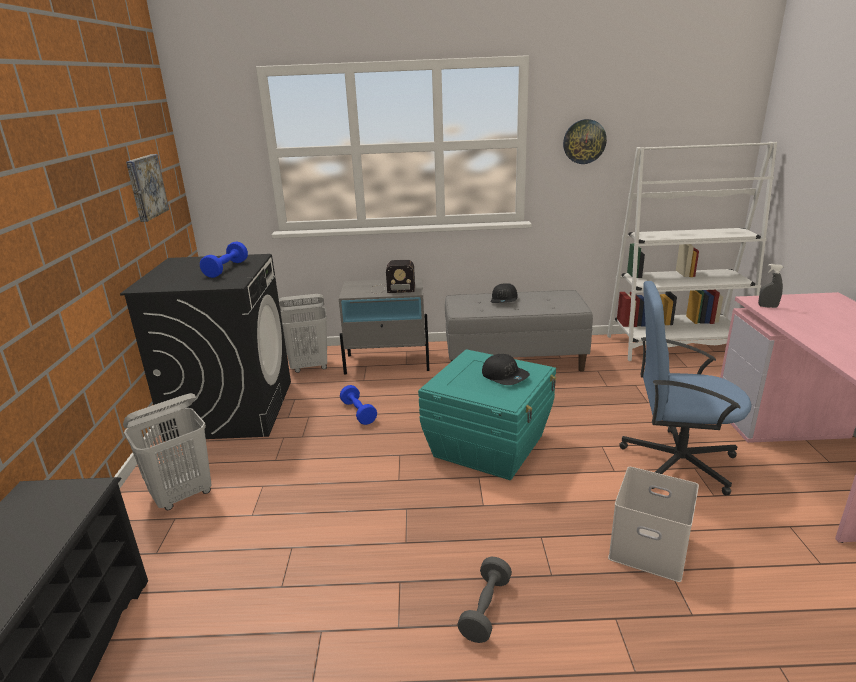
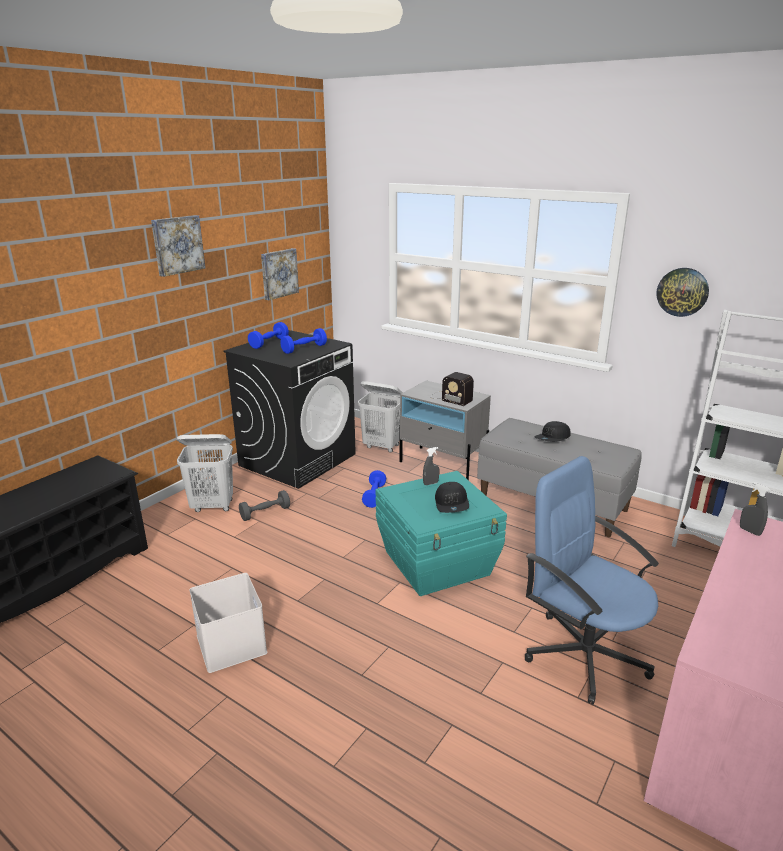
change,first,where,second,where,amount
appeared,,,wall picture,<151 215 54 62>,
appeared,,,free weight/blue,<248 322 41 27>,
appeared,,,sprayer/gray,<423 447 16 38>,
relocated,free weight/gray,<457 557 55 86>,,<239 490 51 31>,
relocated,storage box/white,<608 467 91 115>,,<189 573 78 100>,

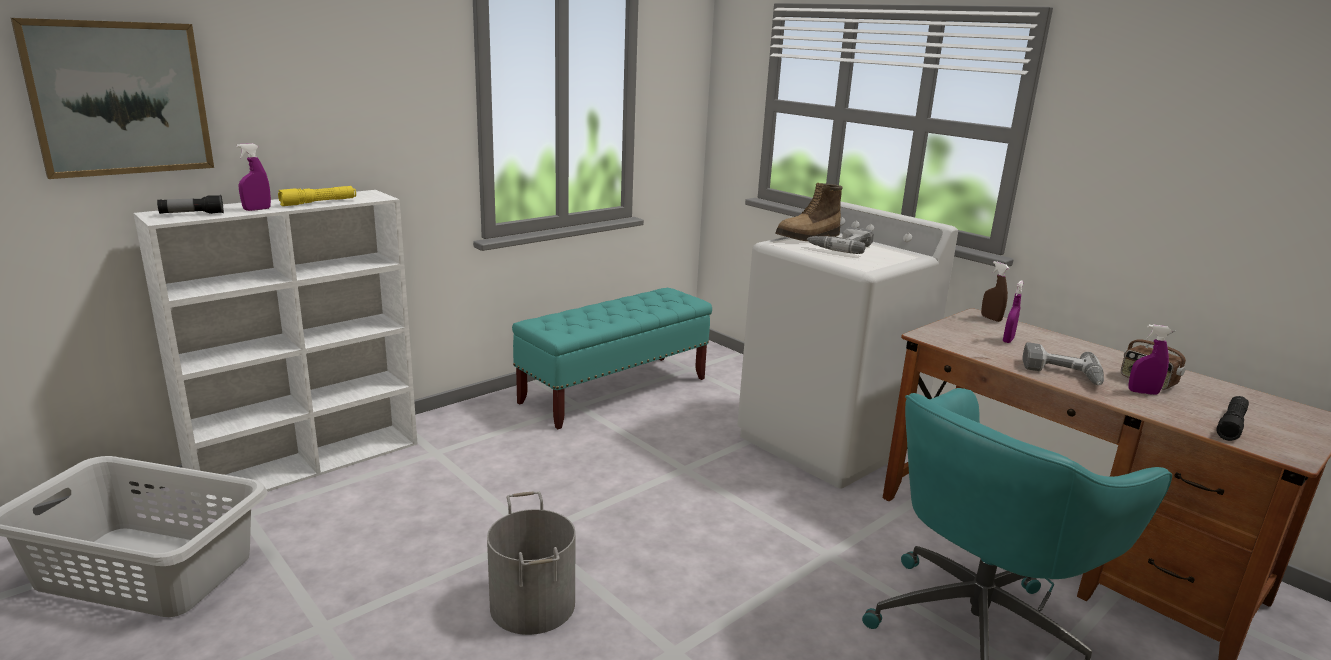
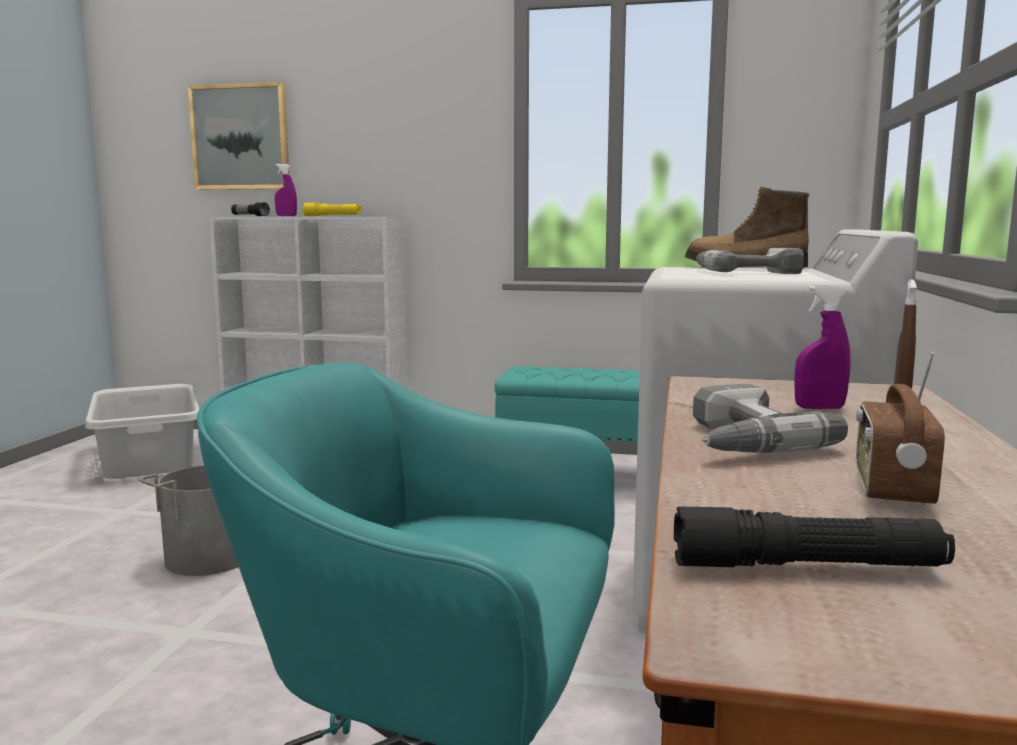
change,first,where,second,where,amount
missing,sprayer/purple,<1128 325 44 70>,,,

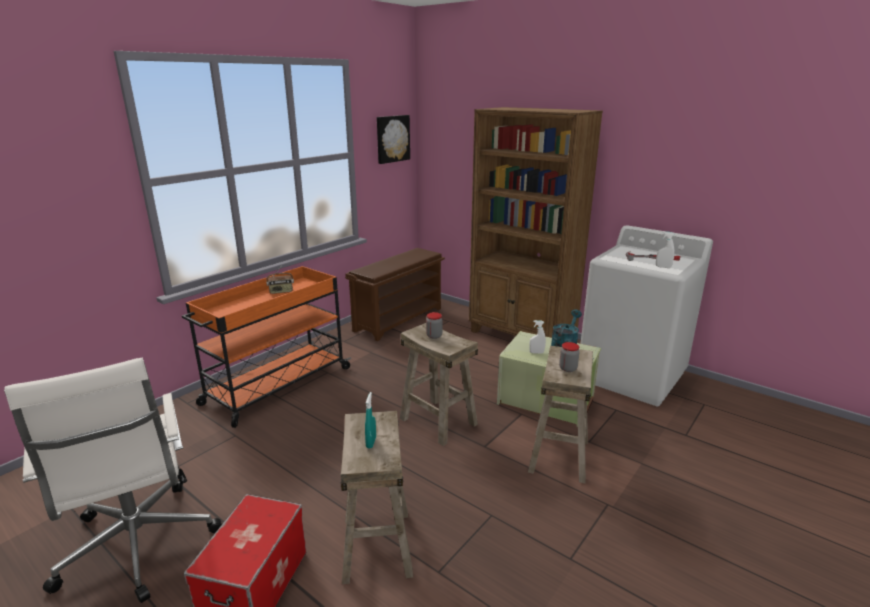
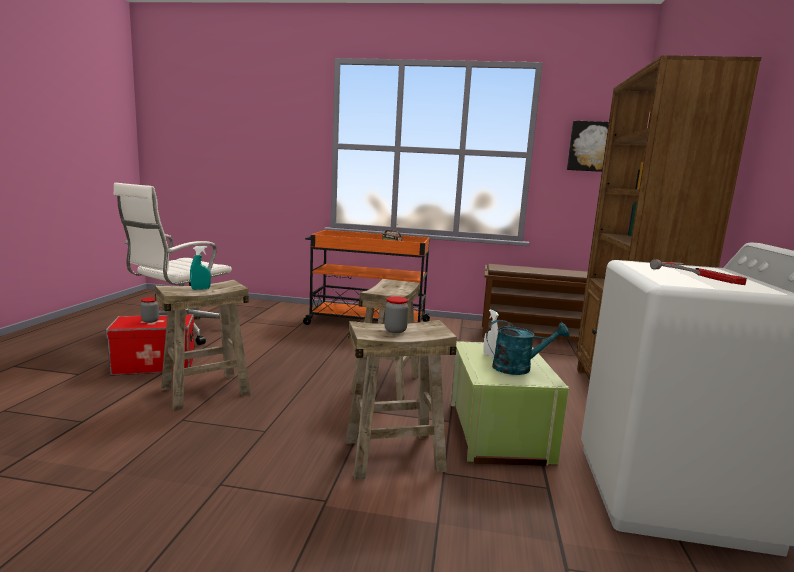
change,first,where,second,where,amount
missing,sprayer/white,<656 231 19 37>,,,
relocated,preserve jar,<426 312 16 27>,,<141 297 18 26>,

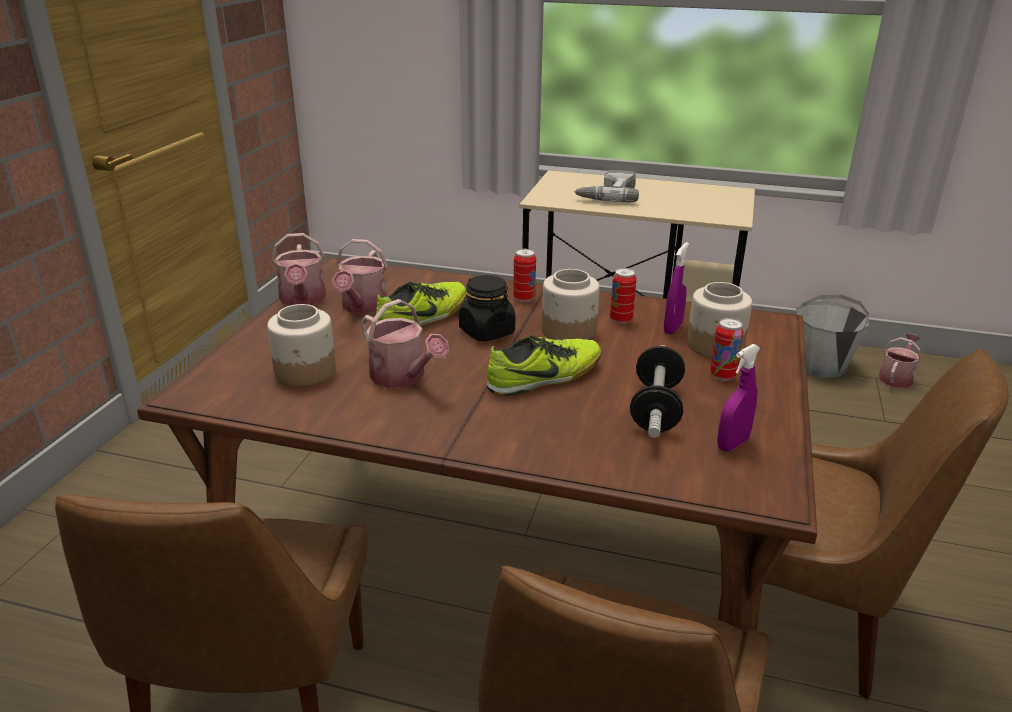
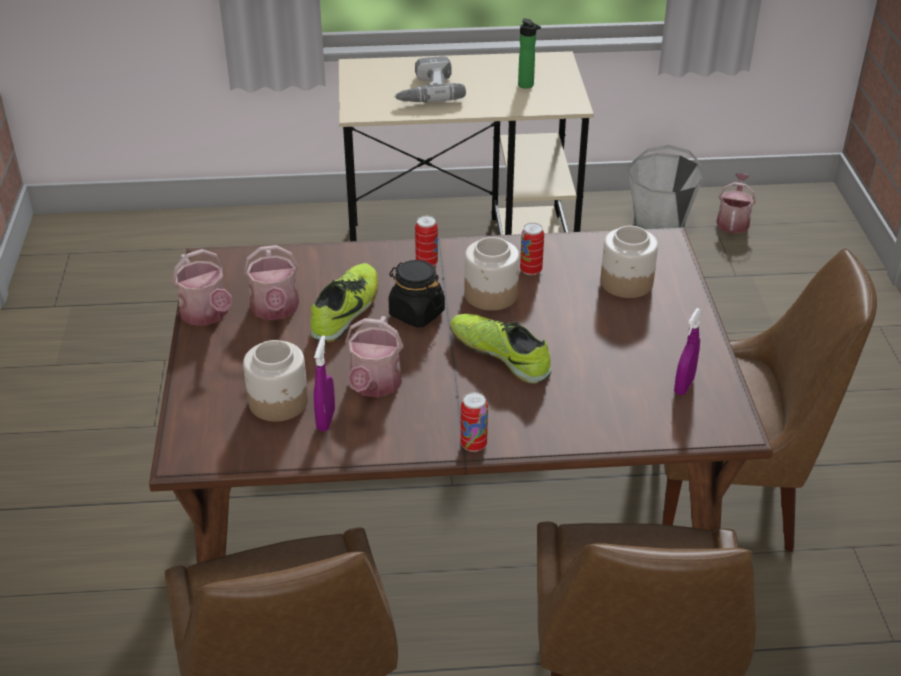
change,first,where,second,where,amount
missing,free weight,<630 345 55 93>,,,
appeared,,,drink bottle,<518 18 23 71>,
relocated,sprayer/purple,<664 242 25 92>,,<314 335 21 96>,
relocated,metal can,<710 318 34 63>,,<461 392 27 60>,
spun,watering pot,<361 299 89 89>,,<345 316 59 81>,75 degrees clockwise
spun,shoe,<487 335 114 61>,,<450 314 102 70>,90 degrees counterclockwise

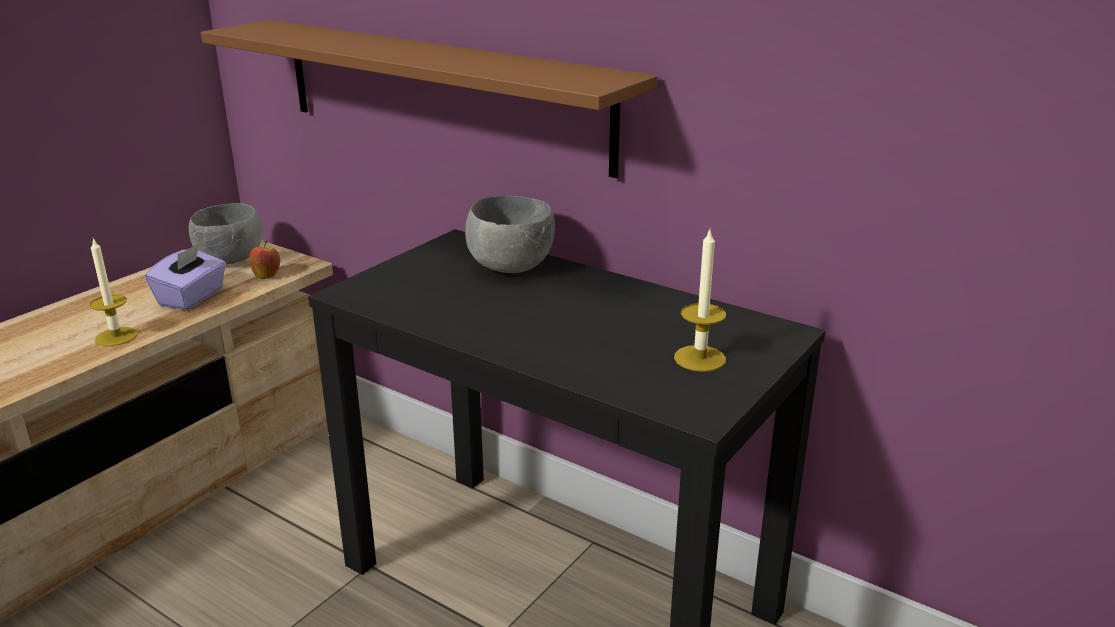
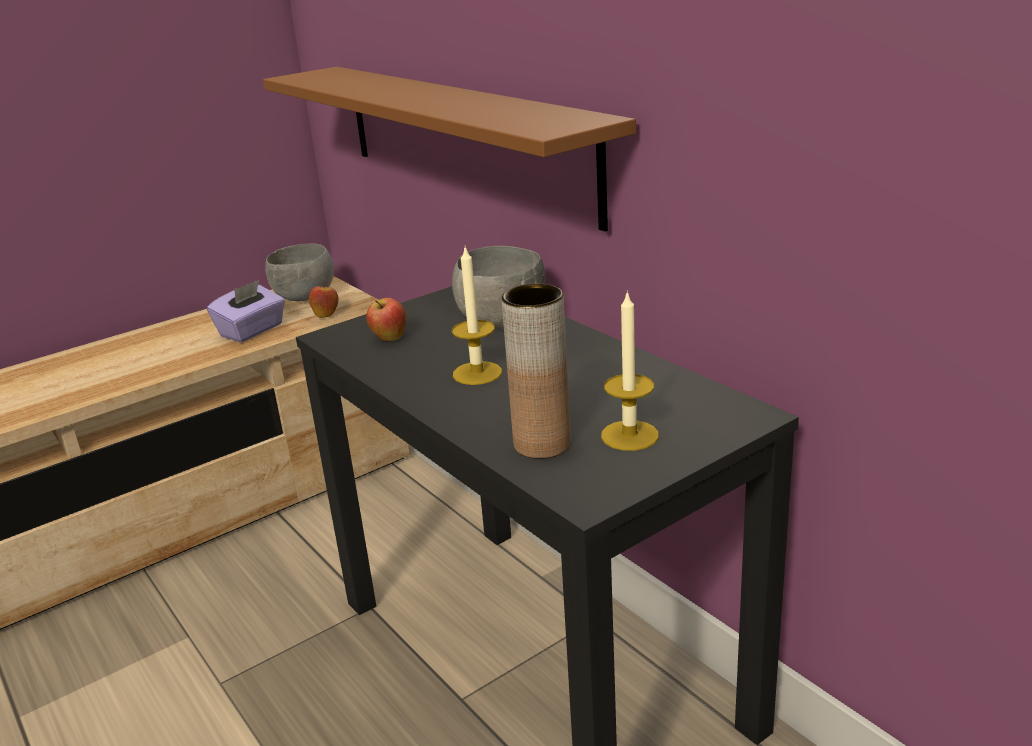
change,first,where,second,where,amount
appeared,,,apple,<366 298 40 43>,
appeared,,,flower vase/brown,<502 284 69 175>,
relocated,wax candle,<90 238 48 108>,,<452 247 50 138>,

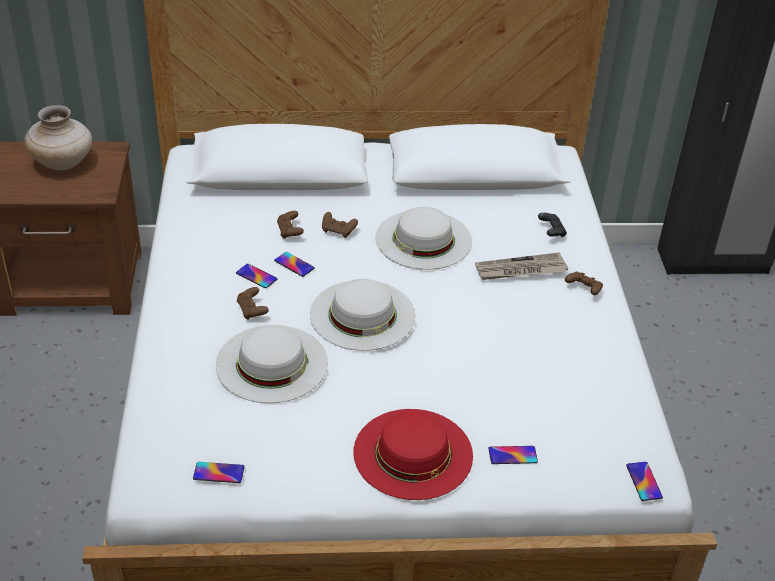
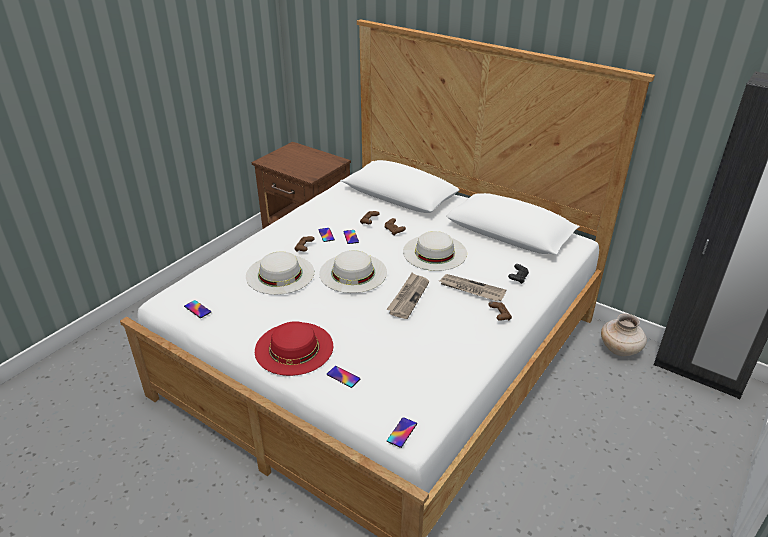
change,first,where,second,where,amount
appeared,,,newspaper,<386 273 43 46>,
relocated,flower vase/sand-coloured,<25 105 67 65>,,<601 314 46 42>,

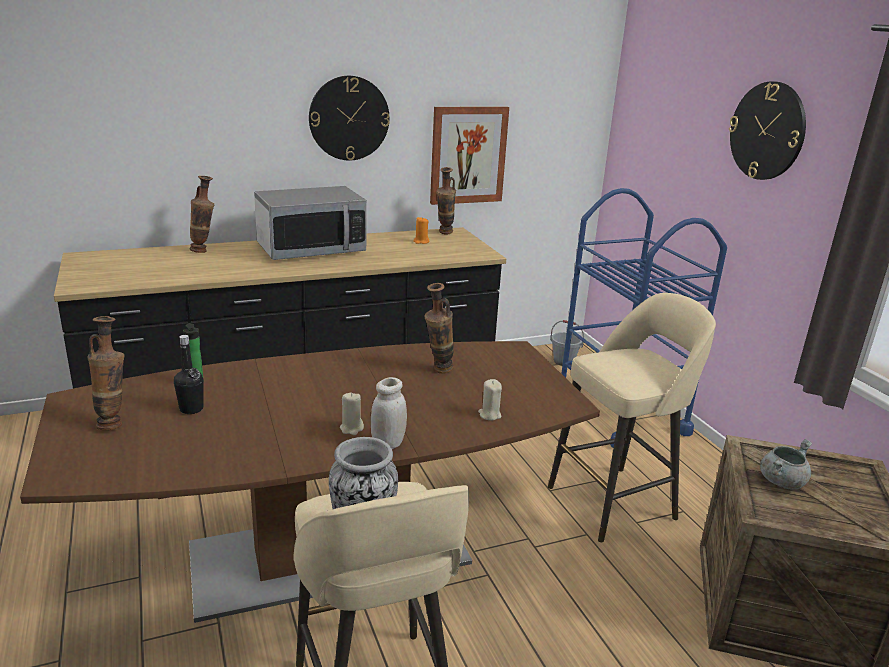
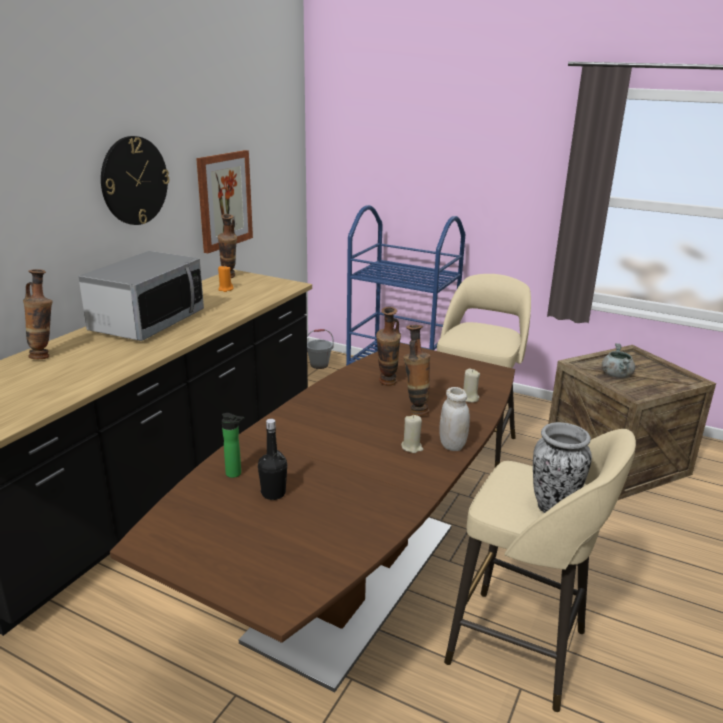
change,first,where,second,where,amount
missing,clock on the wall,<729 82 77 98>,,,
relocated,flower vase,<88 316 36 114>,,<403 325 27 91>,

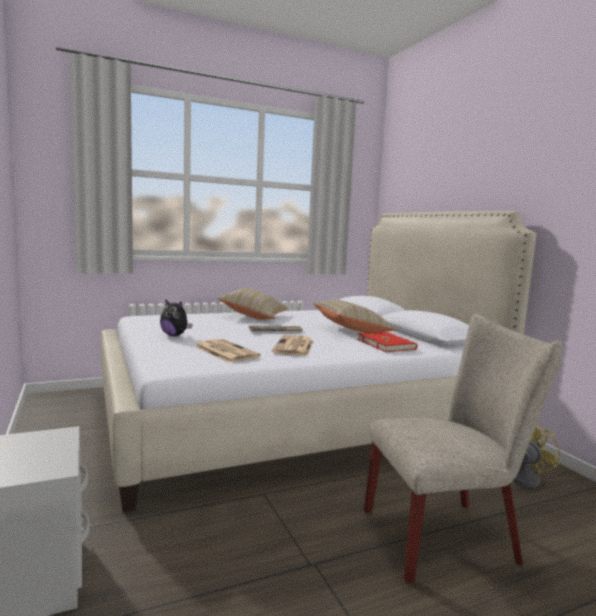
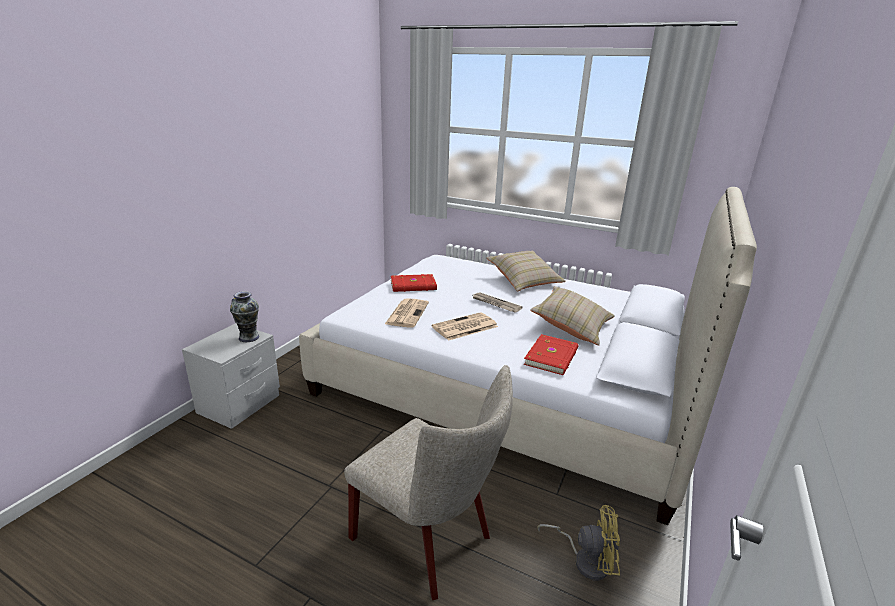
change,first,where,second,where,amount
appeared,,,flower vase,<230 291 29 51>,
exchanged,soft toy,<160 299 33 37>,bound book/reddish,<391 274 46 18>,

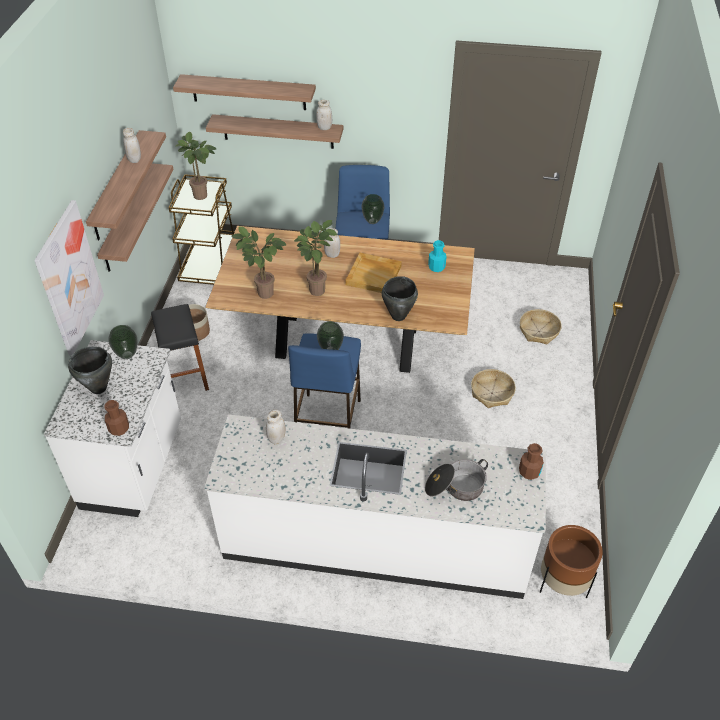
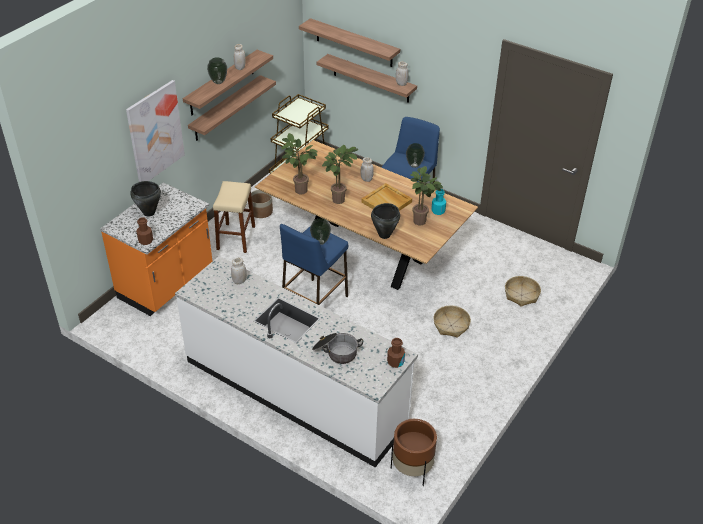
change,first,where,second,where,amount
relocated,flower vase,<109 325 29 34>,,<207 57 20 27>,
relocated,potted plant,<176 132 40 68>,,<410 166 33 60>,
colour,kitchen counter/white,<44 340 137 177>,kitchen counter/orange,<100 182 112 134>,
colour,sitting stool/black-coloured,<151 304 58 87>,sitting stool/sand-coloured,<213 181 42 72>,

